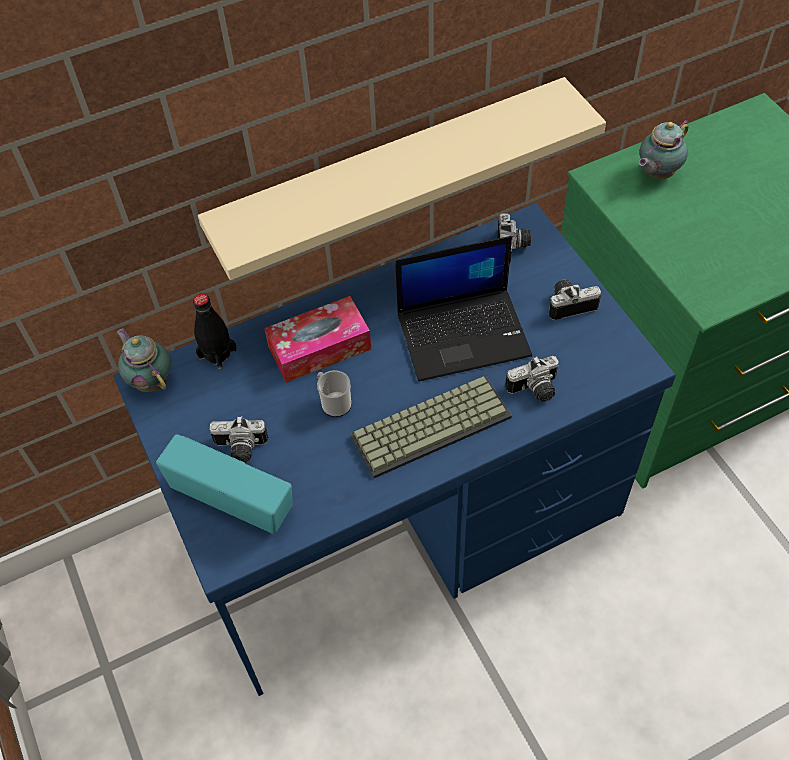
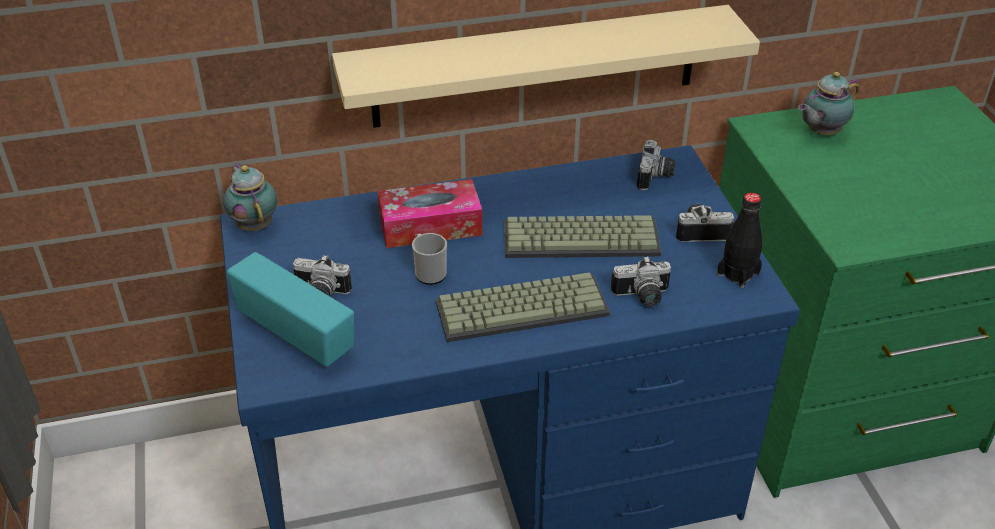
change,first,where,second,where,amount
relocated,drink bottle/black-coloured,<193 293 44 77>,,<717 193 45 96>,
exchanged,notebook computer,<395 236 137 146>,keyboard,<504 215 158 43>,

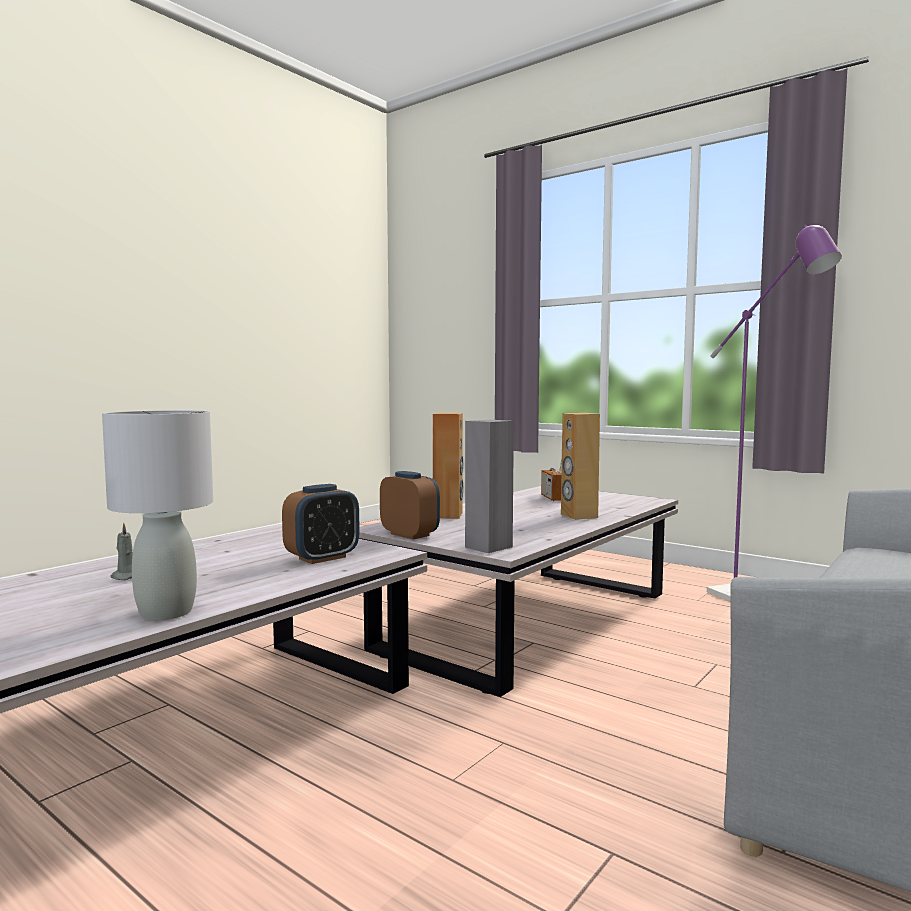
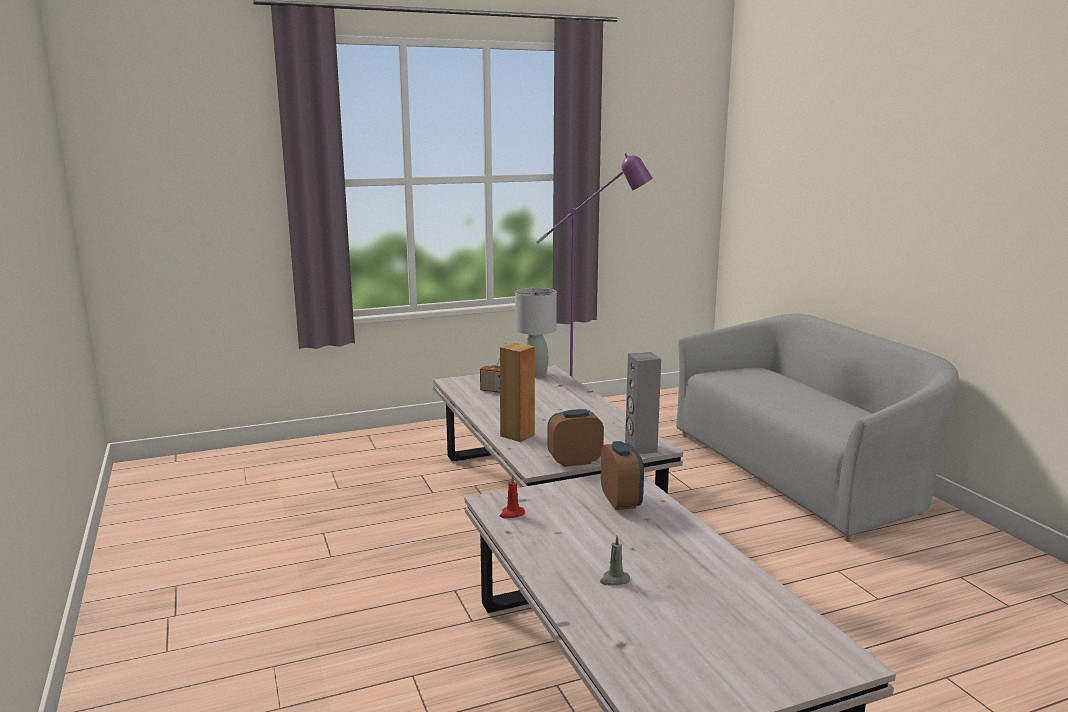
change,first,where,second,where,amount
missing,speaker/brown,<561 413 39 107>,,,
appeared,,,wax candle/reddish,<500 474 25 44>,
relocated,table lamp/gray,<102 410 111 210>,,<515 288 42 89>,

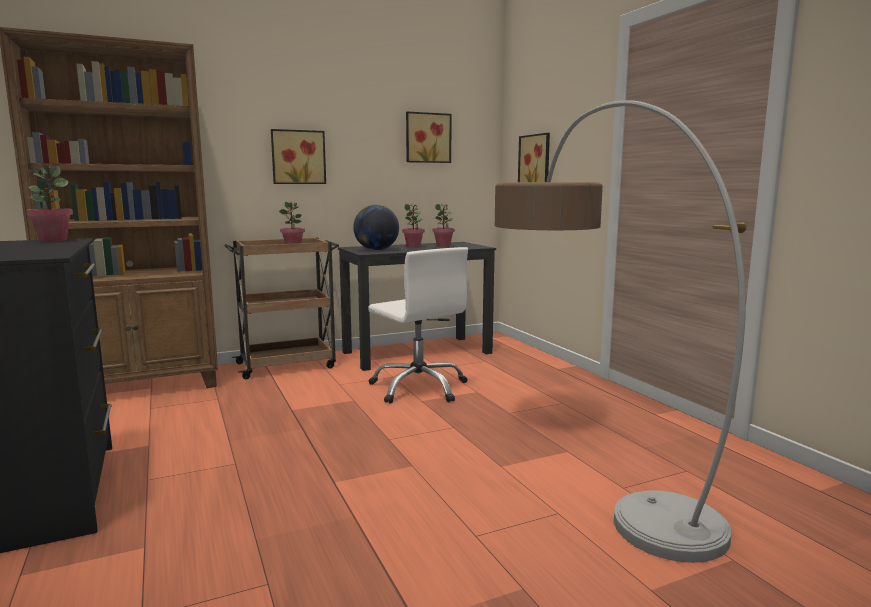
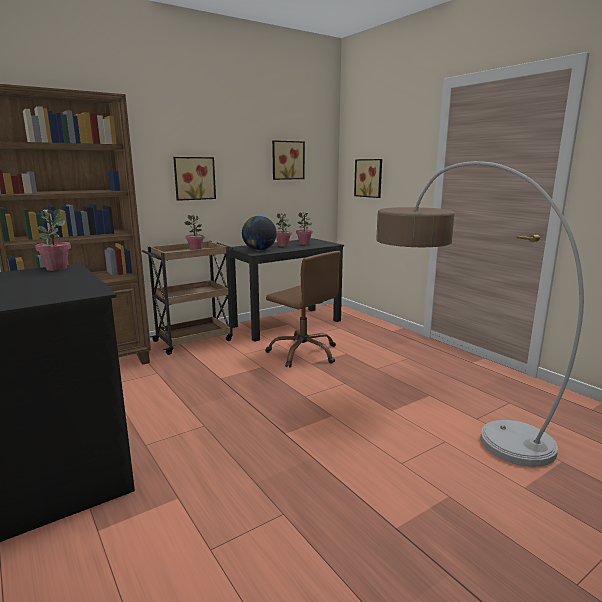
change,first,where,second,where,amount
colour,desk chair/white,<368 247 100 157>,desk chair/brown,<266 251 74 117>,

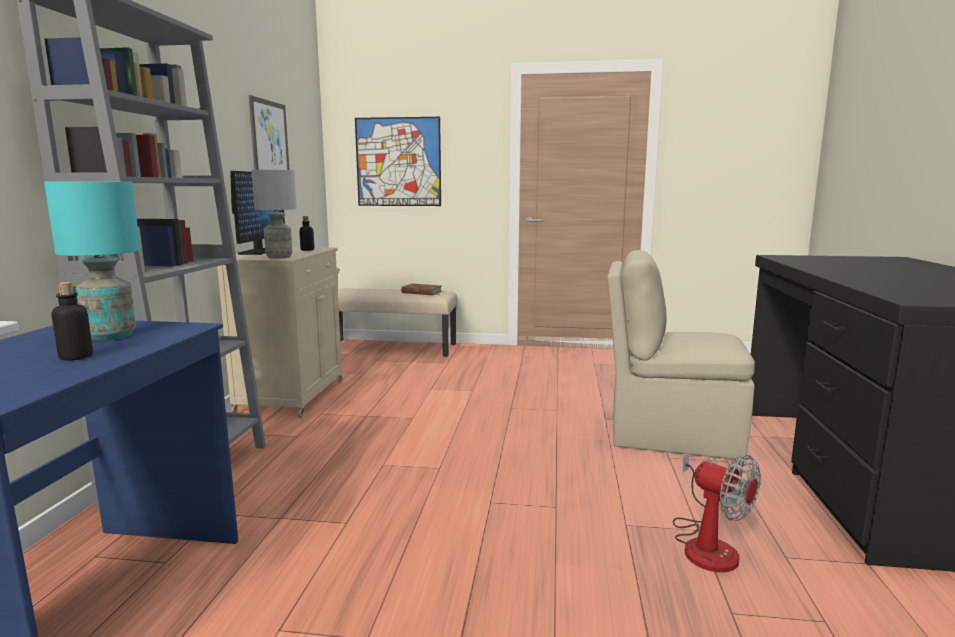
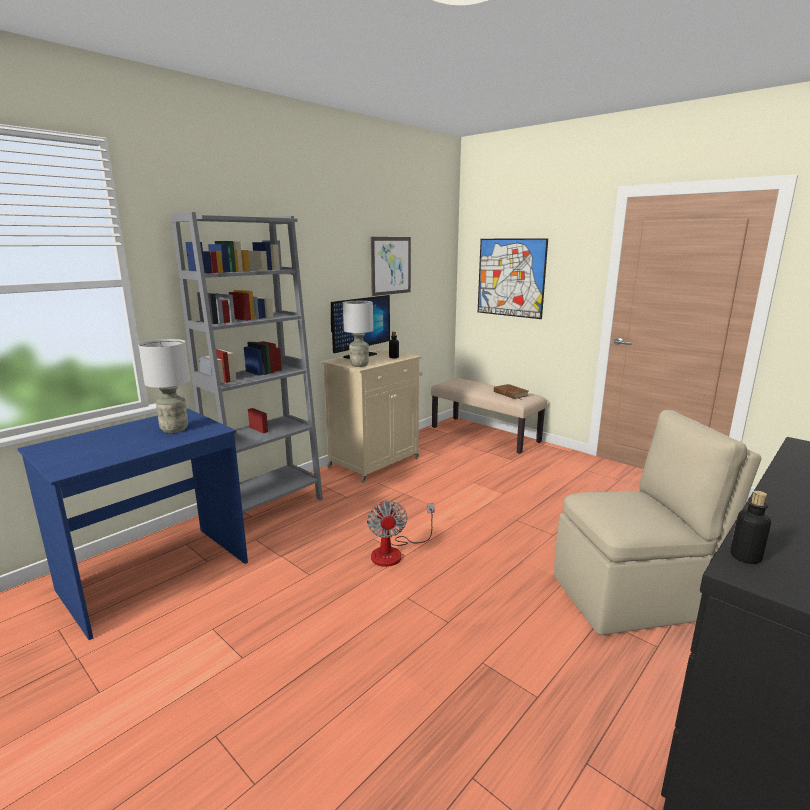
change,first,where,second,where,amount
relocated,drink bottle,<51 282 42 79>,,<730 491 41 73>,
relocated,fan,<673 454 88 118>,,<367 500 68 67>,
colour,table lamp/turquoise-coloured,<44 181 96 160>,table lamp/gray,<139 339 51 94>,
spun,plain chair/sand-coloured,<607 250 148 209>,,<554 410 207 225>,120 degrees clockwise

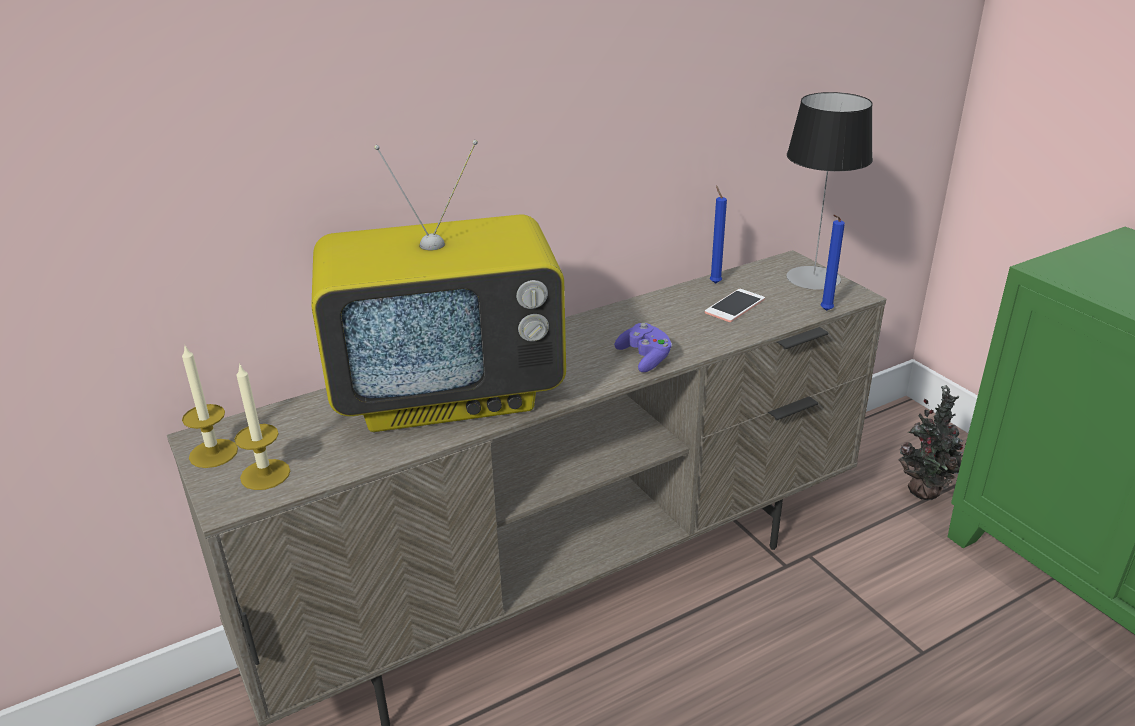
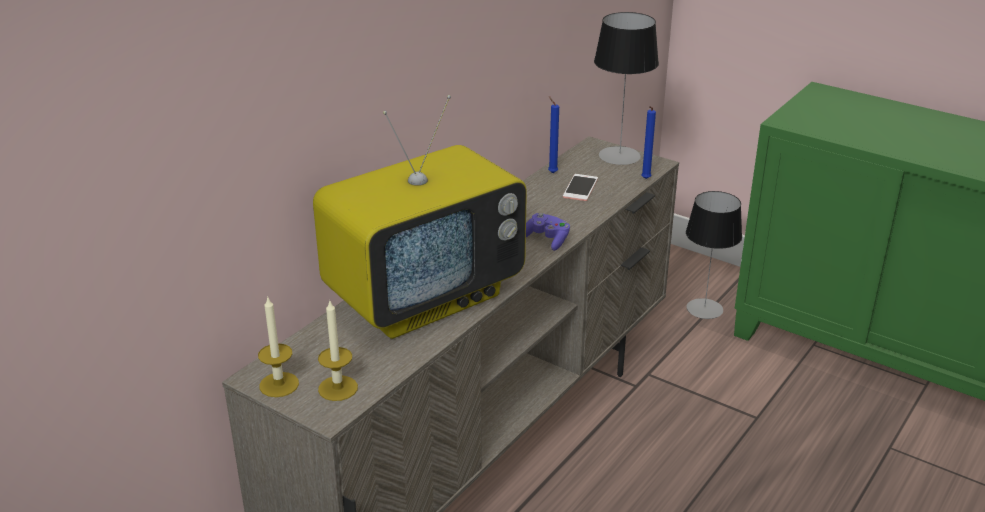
change,first,where,second,where,amount
exchanged,potted plant,<898 385 68 115>,table lamp,<686 191 56 128>,

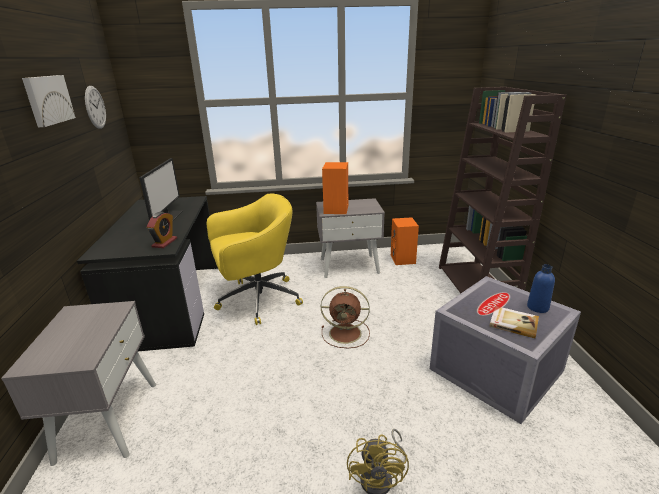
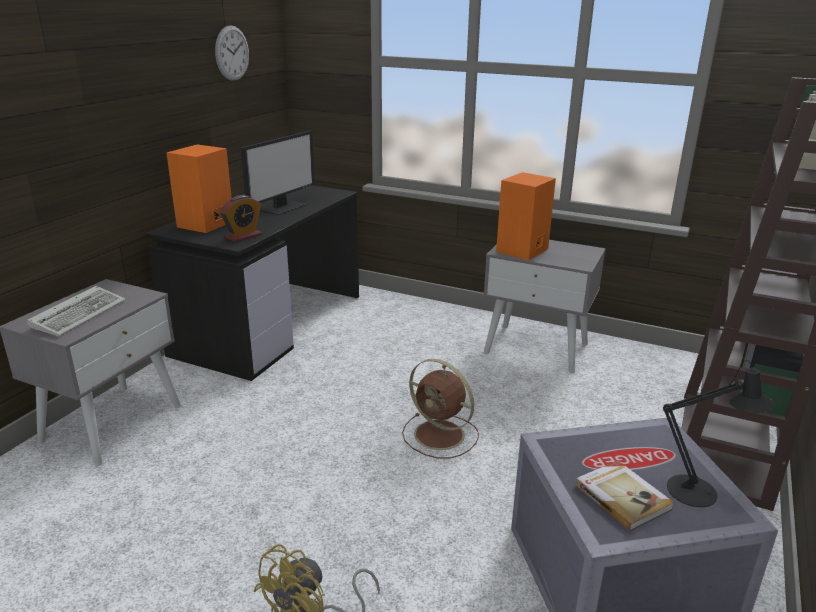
change,first,where,second,where,amount
missing,wall picture,<22 75 54 52>,,,
missing,desk chair/yellow,<206 194 97 131>,,,
appeared,,,keyboard,<27 286 99 51>,
relocated,speaker/orange,<391 217 28 48>,,<166 145 66 88>,
exchanged,drink bottle/blue,<527 264 28 49>,table lamp/black-coloured,<663 360 111 147>,

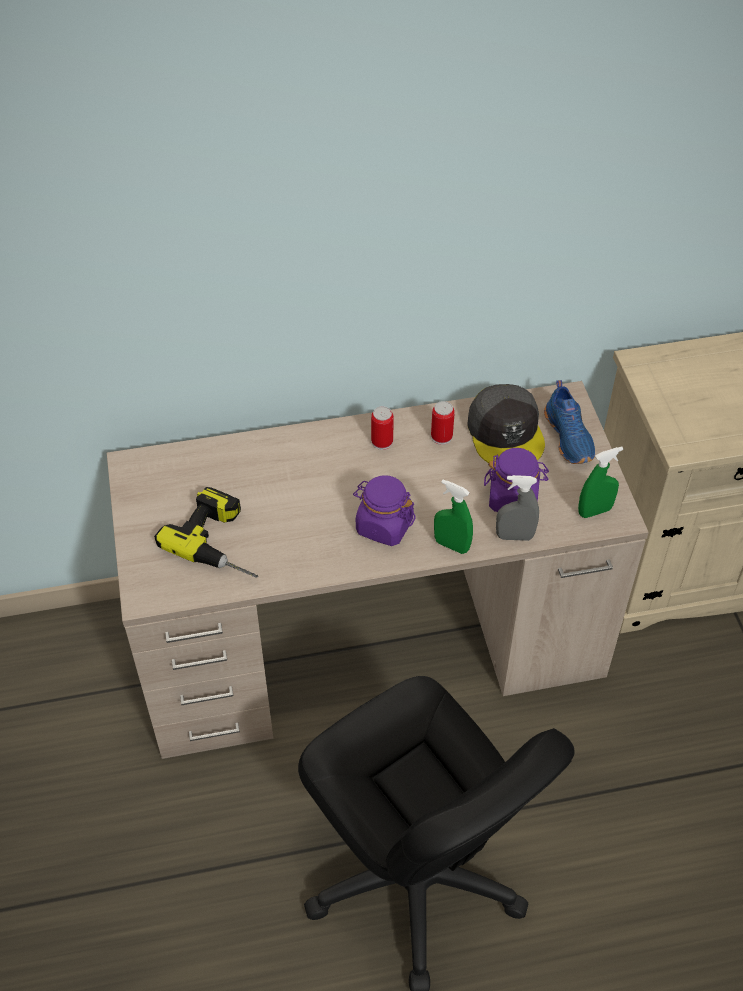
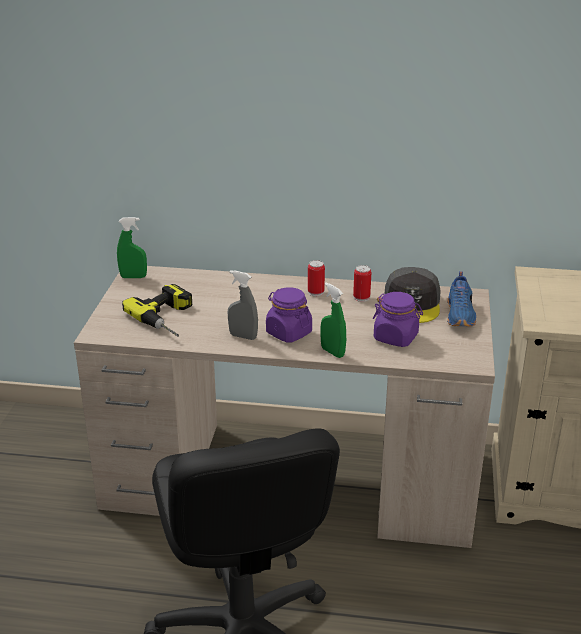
change,first,where,second,where,amount
relocated,sprayer/gray,<496 475 43 66>,,<228 270 30 70>,
relocated,sprayer/green-coloured,<578 447 45 71>,,<117 217 30 61>,

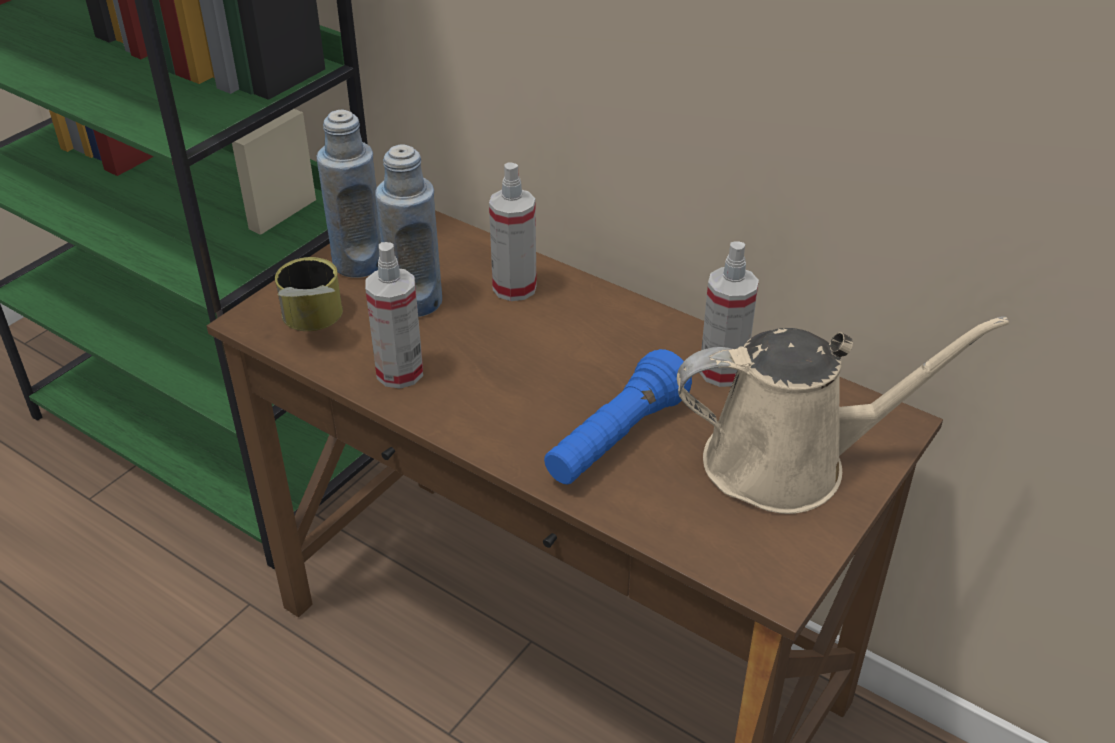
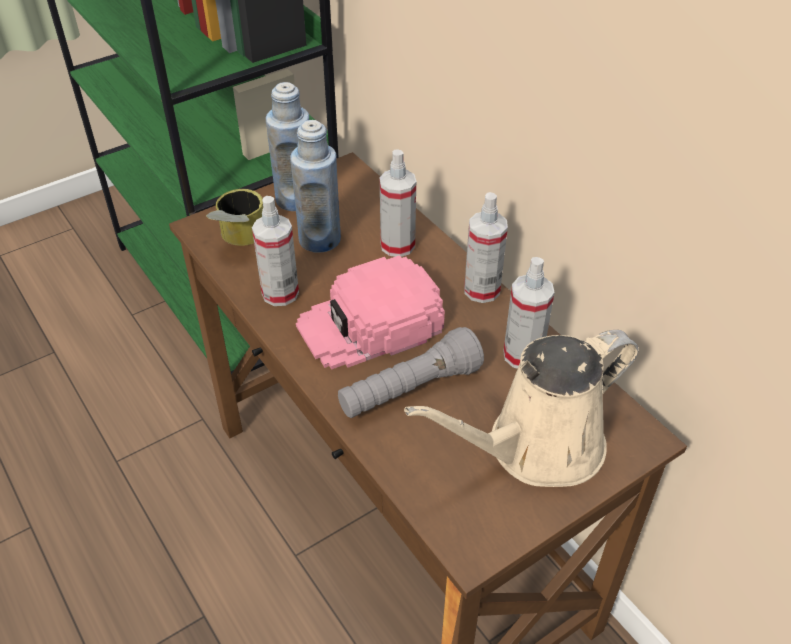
change,first,where,second,where,amount
appeared,,,baseball cap/pinkish,<296 255 149 115>,
appeared,,,sprayer,<464 192 44 111>,
colour,hand torch/blue,<544 349 148 136>,hand torch/gray,<338 327 146 91>,
spun,watering pot/sand-coloured,<677 316 332 198>,,<404 330 235 157>,135 degrees clockwise

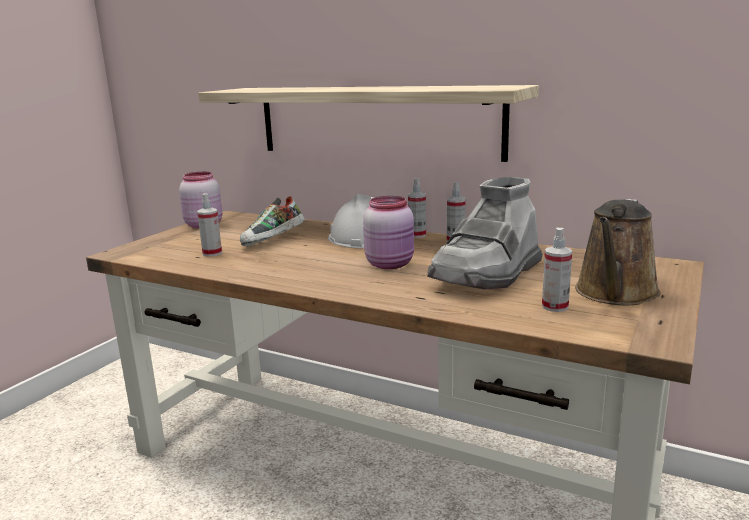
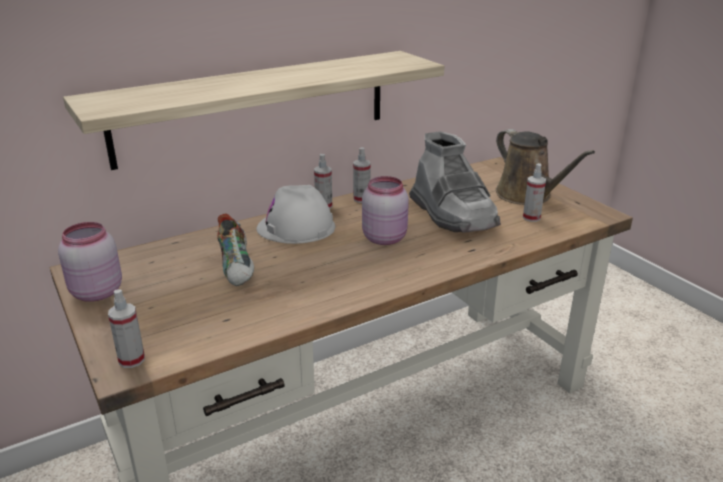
change,first,where,second,where,amount
relocated,sprayer,<197 193 25 64>,,<108 289 37 79>,

